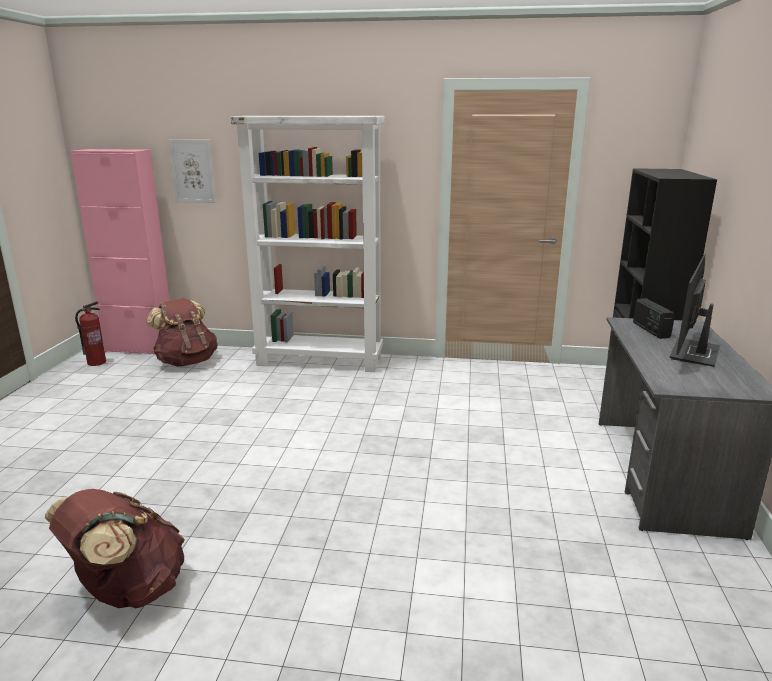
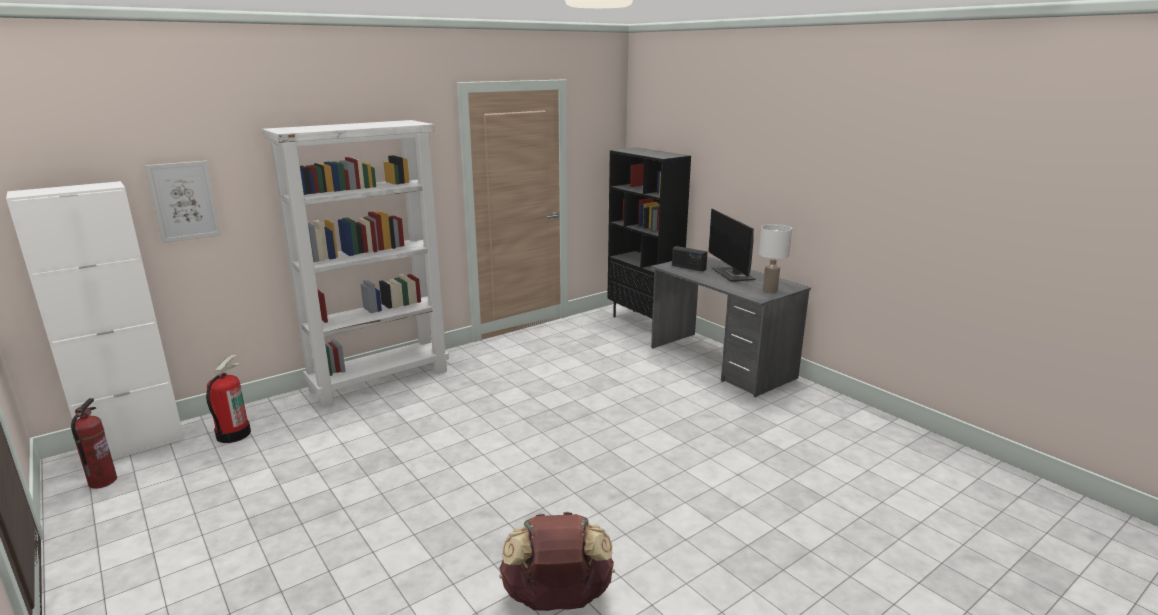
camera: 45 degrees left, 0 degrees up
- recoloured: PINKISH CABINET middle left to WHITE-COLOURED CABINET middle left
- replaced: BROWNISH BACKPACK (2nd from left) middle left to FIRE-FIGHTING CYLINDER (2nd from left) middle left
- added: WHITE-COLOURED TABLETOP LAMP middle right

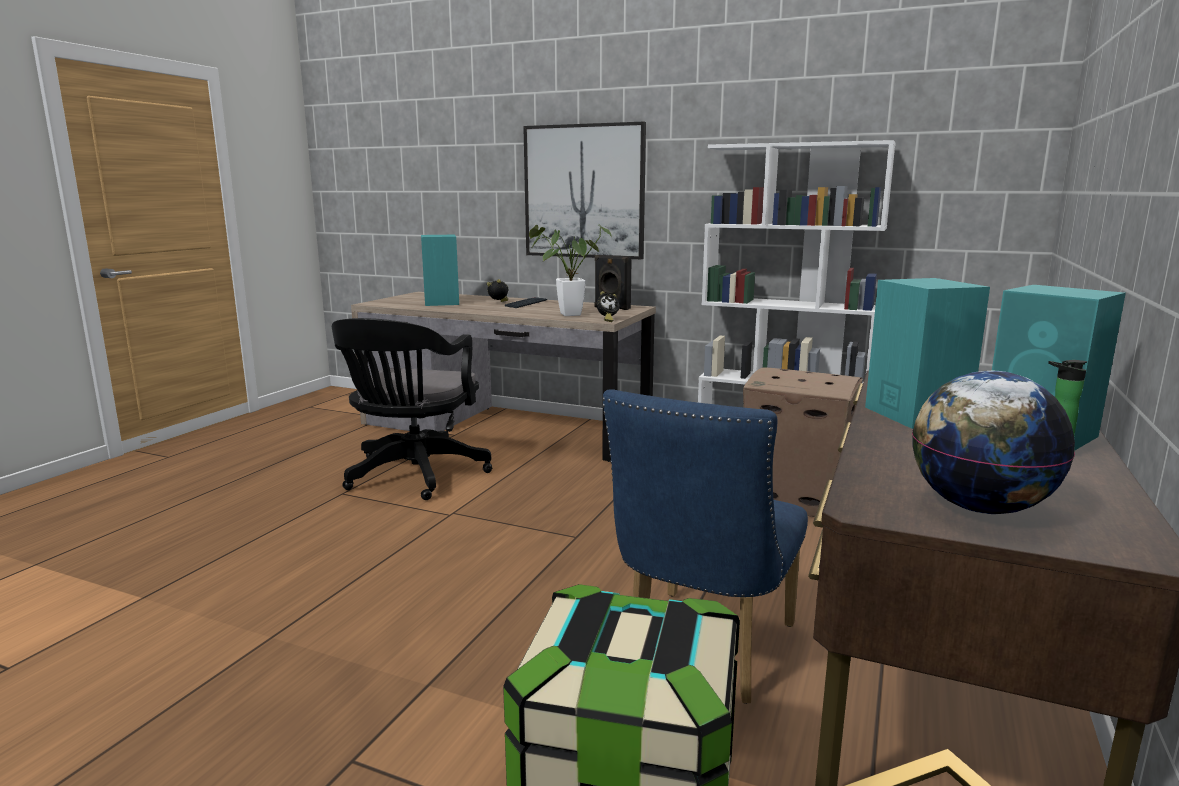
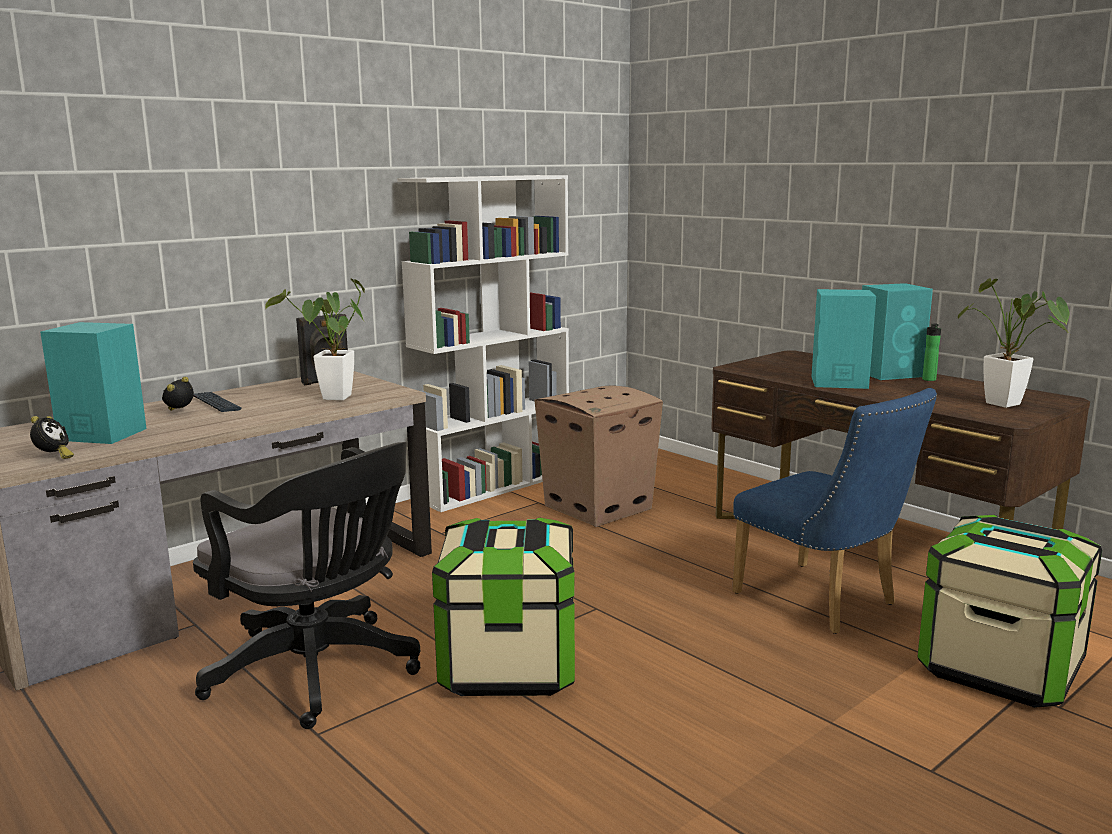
camera: 65 degrees left, 0 degrees up
- moved: ALARM CLOCK (2nd from left in the first image) centre to ALARM CLOCK (1st from left) middle left
- added: STORAGE BOX (1st from left) bottom centre
- replaced: DESK GLOBE middle right to PLANT IN A POT (2nd from left) middle right
- removed: WALL ART top centre

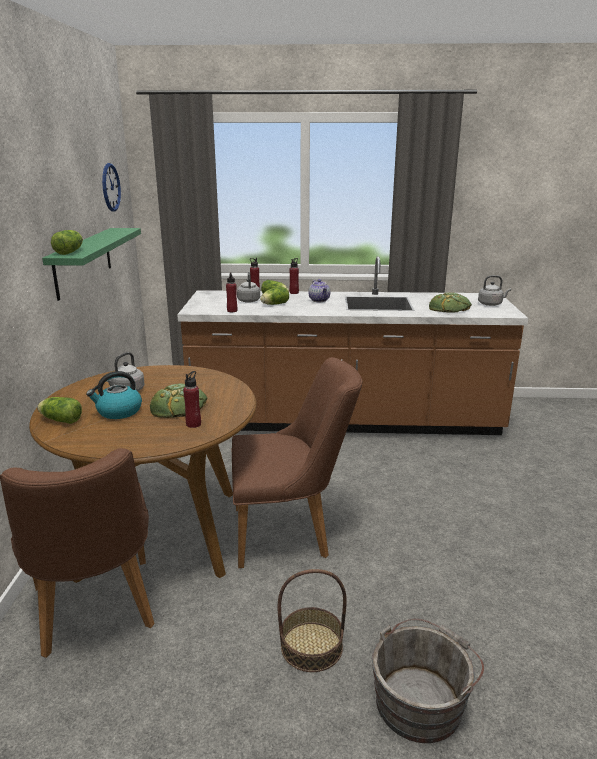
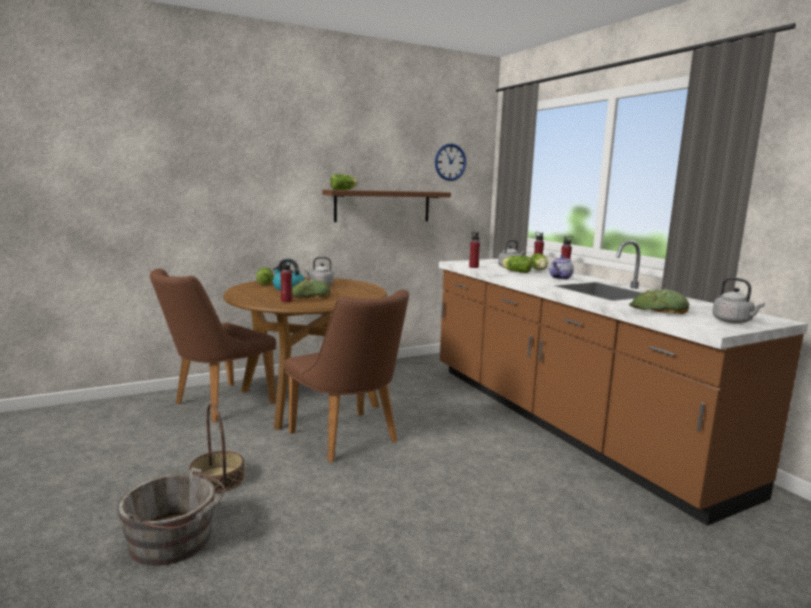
camera: 60 degrees right, 10 degrees down
- recoloured: GREEN WALL SHELF middle left to BROWNISH WALL SHELF centre

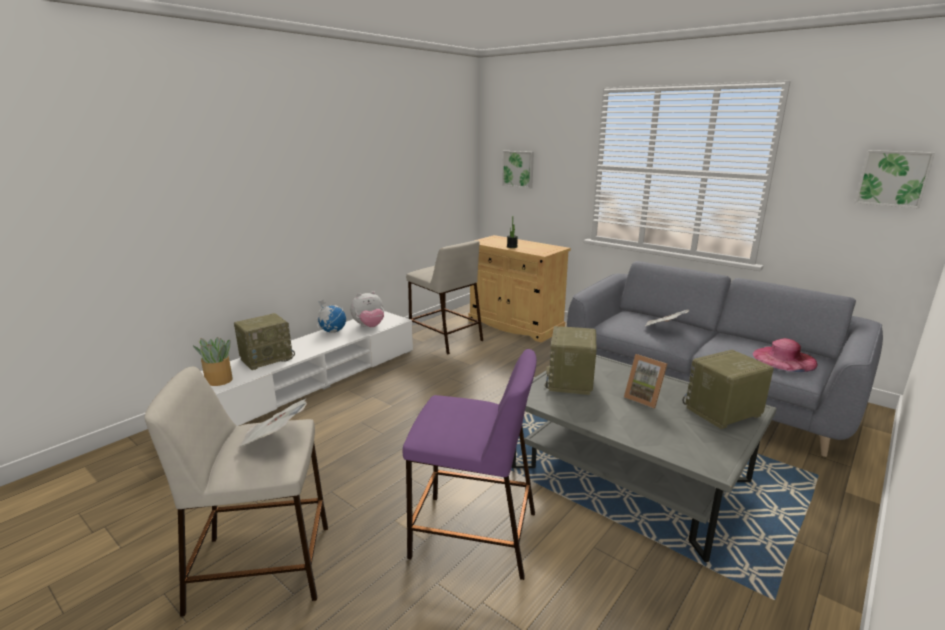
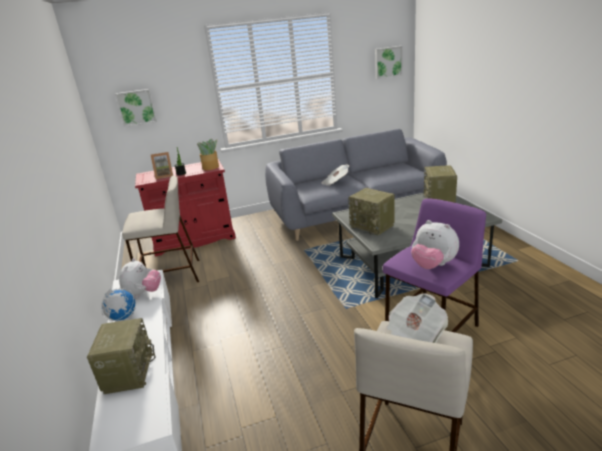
camera: 55 degrees left, 5 degrees up
- recoloured: BEIGE-COLOURED CABINET centre to RED-COLOURED CABINET middle left
- moved: PICTURE FRAME middle right to middle left
- moved: PLANT IN A POT (1st from left in the first image) middle left to PLANT IN A POT (2nd from left) centre
- added: PLUSH TOY (2nd from left) middle right
- removed: PINKISH HAT middle right

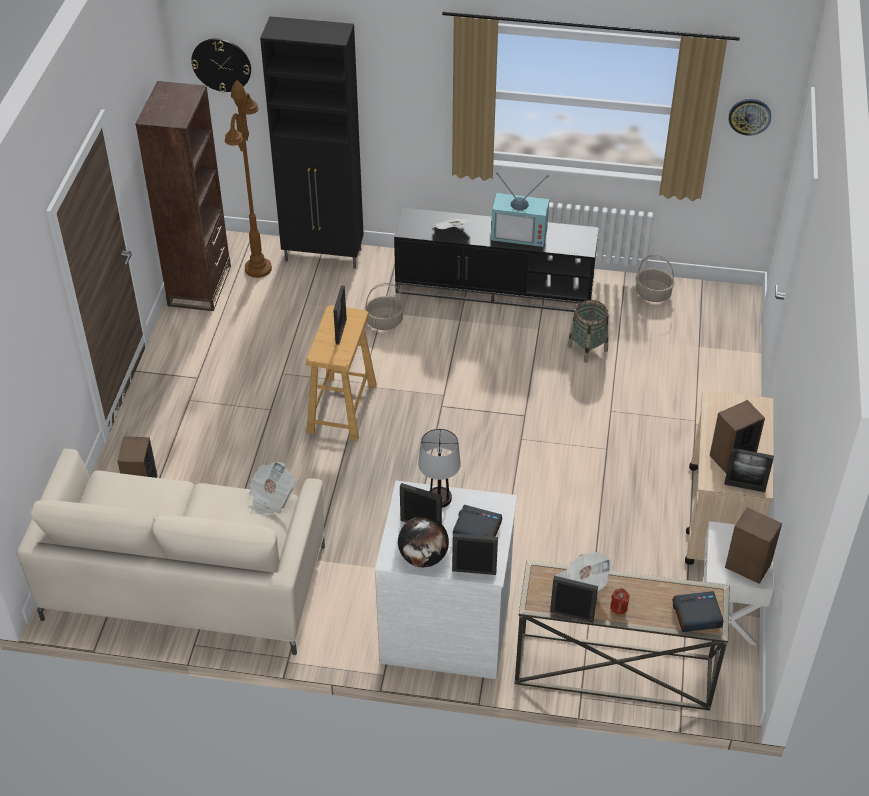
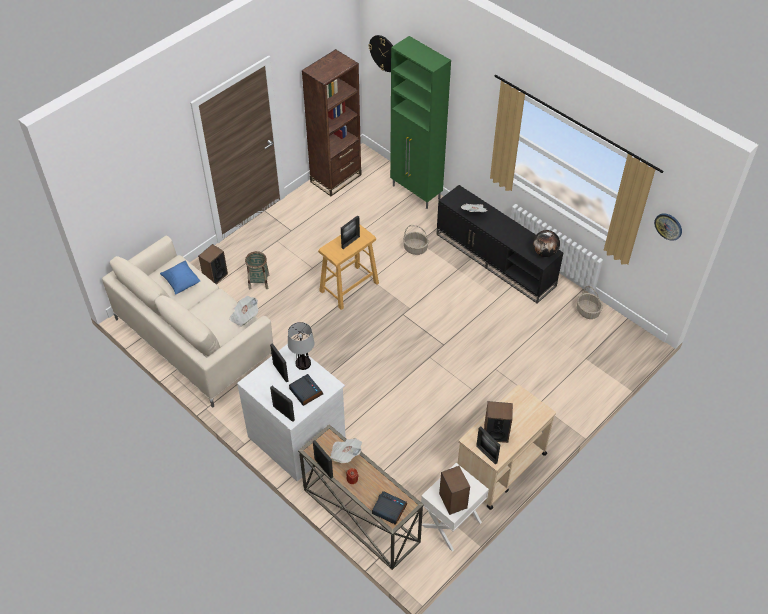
camera: 35 degrees right, 5 degrees up
- added: BLUE-COLOURED CUSHION middle left
- moved: HOUSEHOLD BASKET (2nd from left in the first image) middle right to HOUSEHOLD BASKET (1st from left) centre
- recoloured: BLACKISH CABINET top centre to GREEN CABINET top centre
- moved: DESK GLOBE bottom centre to middle right
- removed: BROWNISH FLOOR LAMP top left
- removed: TELEVISION top centre

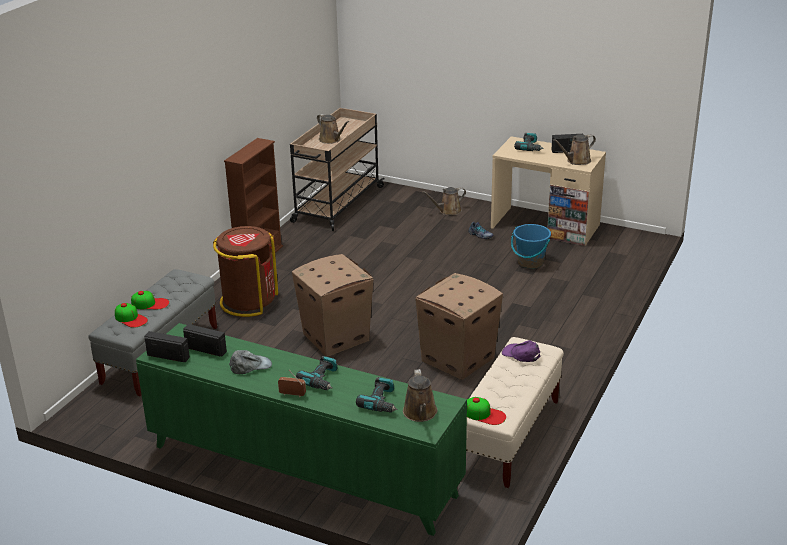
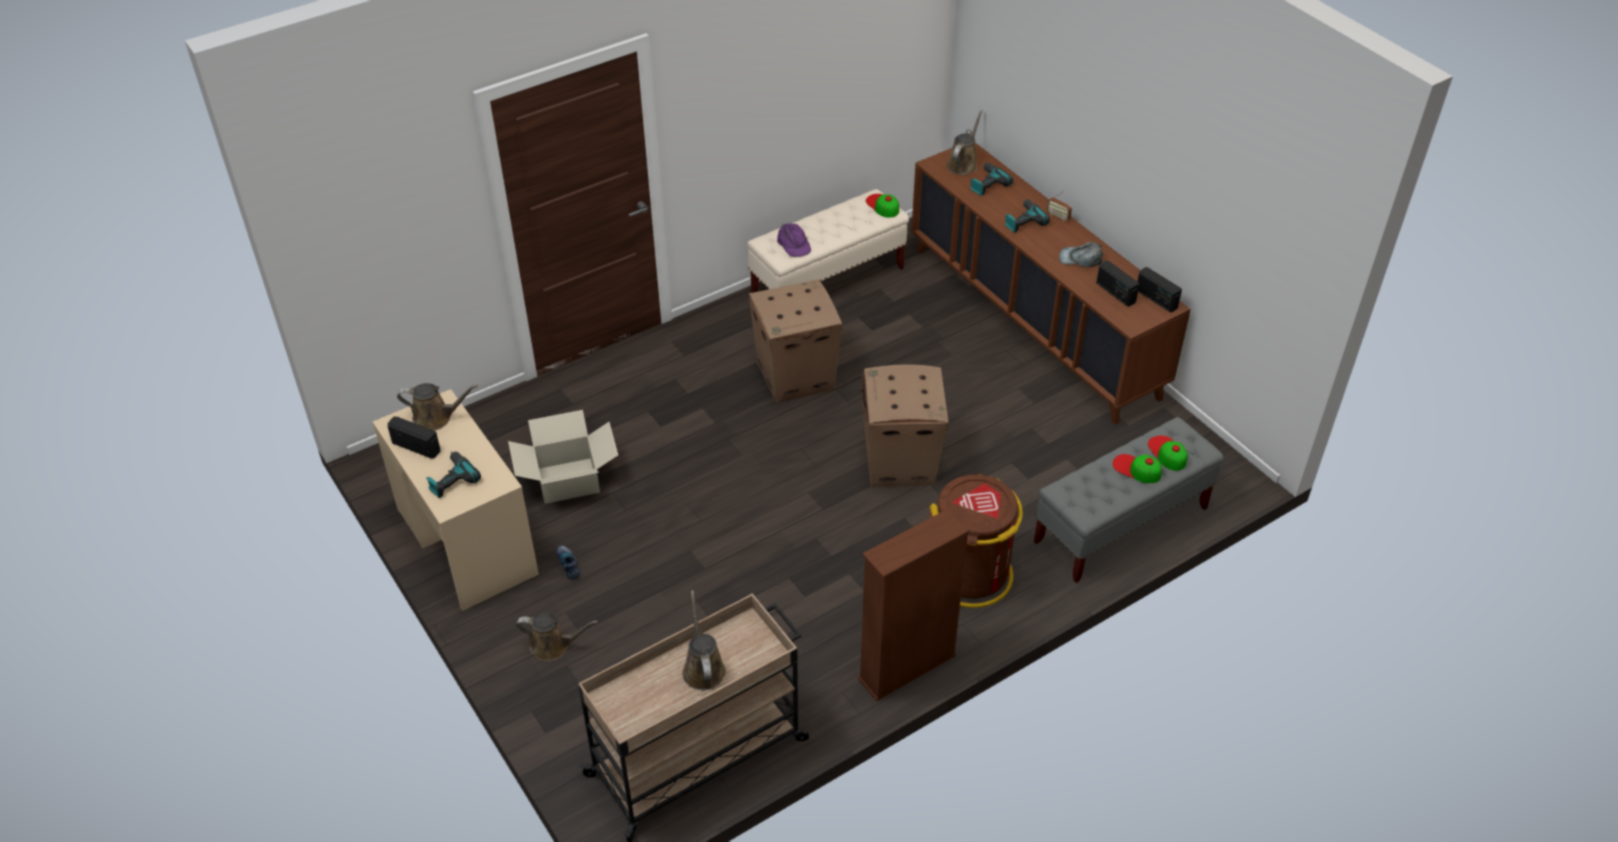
camera: 150 degrees left, 15 degrees up
- replaced: BLUE-COLOURED WATER BUCKET middle right to CARDBOARD BOX (1st from left) centre
- recoloured: GREEN CABINET bottom centre to BROWNISH CABINET centre

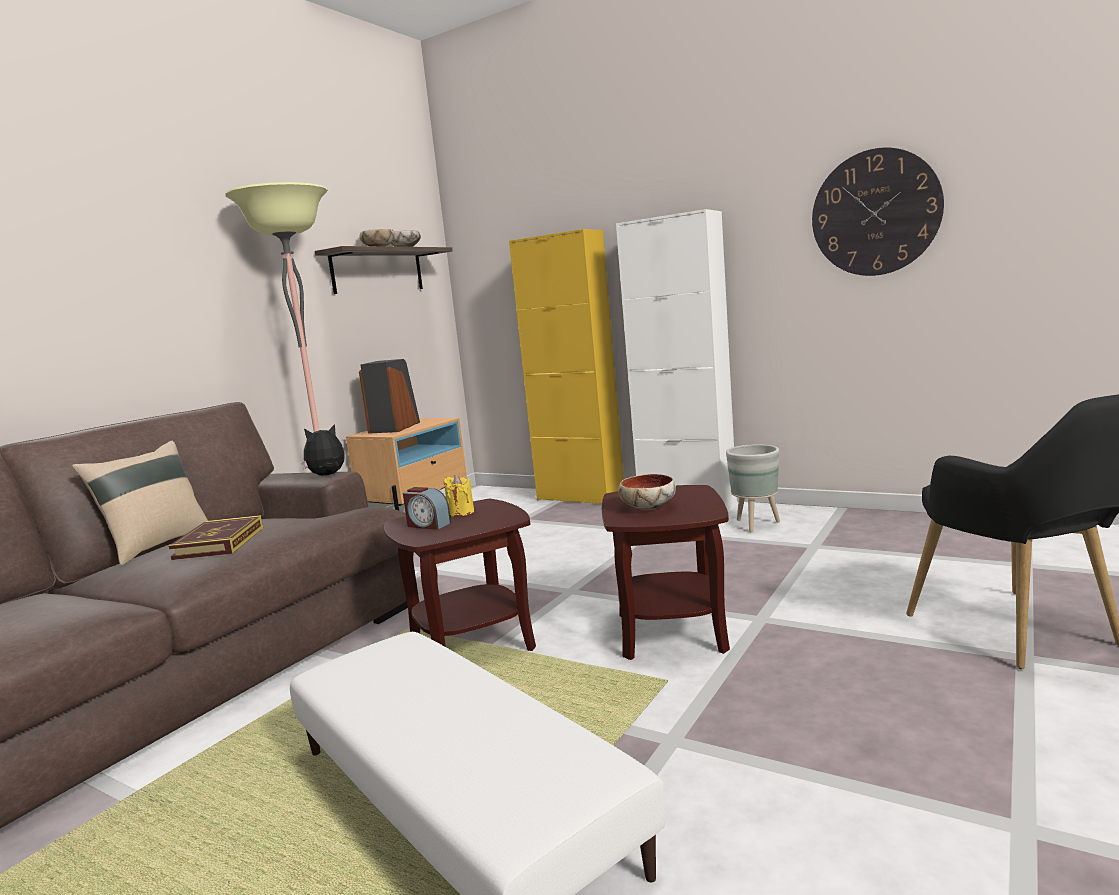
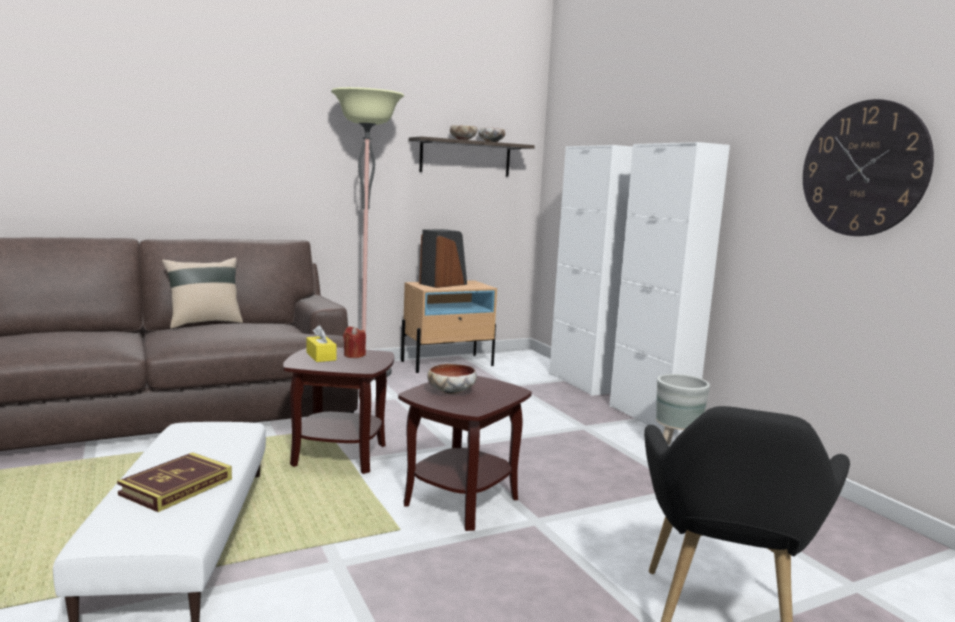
camera: 30 degrees right, 0 degrees up
- moved: BOUND BOOK middle left to bottom left
- replaced: ALARM CLOCK centre to YELLOW TISSUE HOLDER centre
- recoloured: YELLOW WAX CANDLE centre to RED-COLOURED WAX CANDLE centre
- recoloured: YELLOW CABINET centre to WHITE-COLOURED CABINET (1st from left) centre
- removed: PLUSH TOY middle left

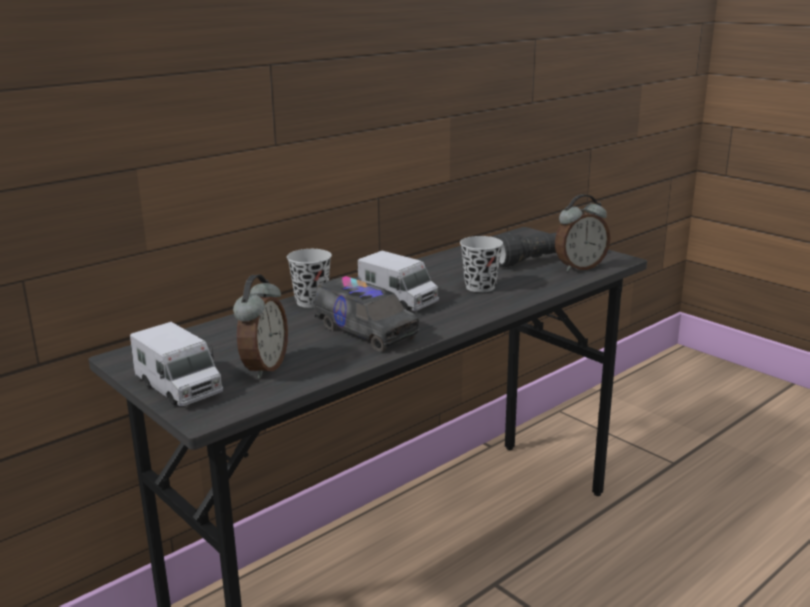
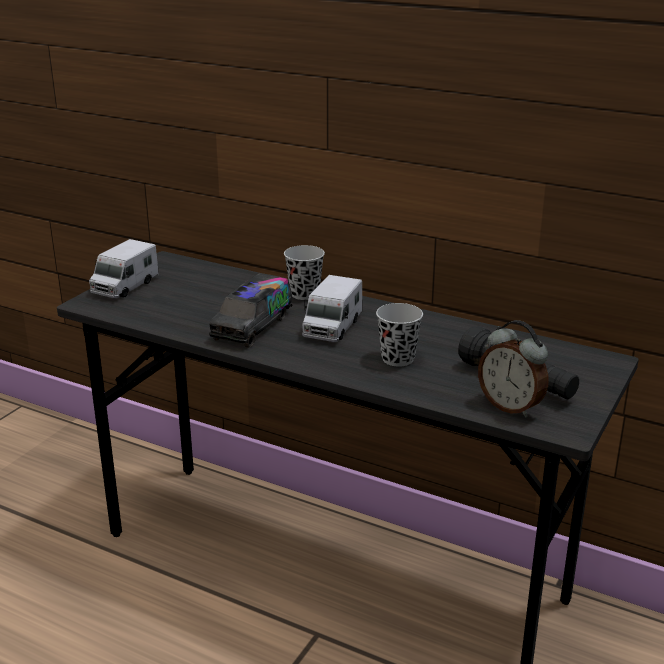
camera: 70 degrees right, 5 degrees up
- removed: ALARM CLOCK (1st from left) middle left

